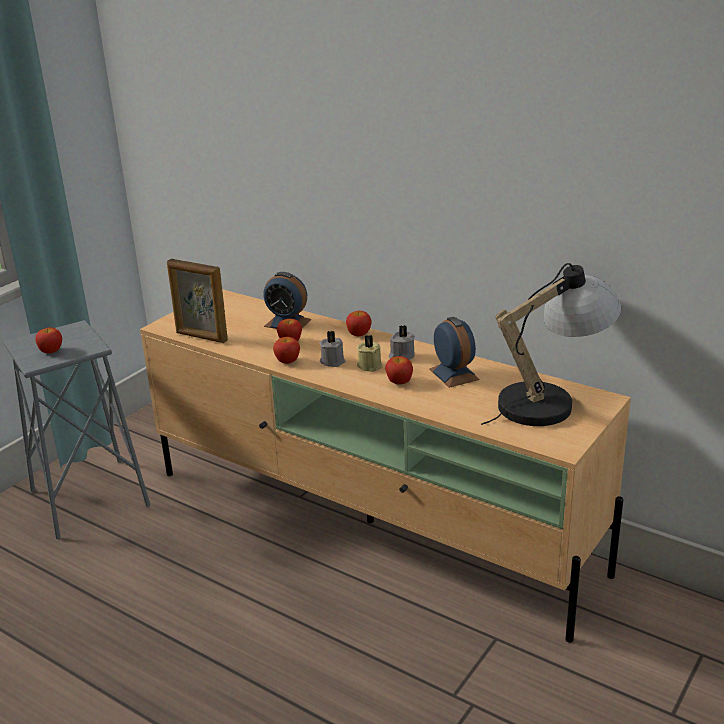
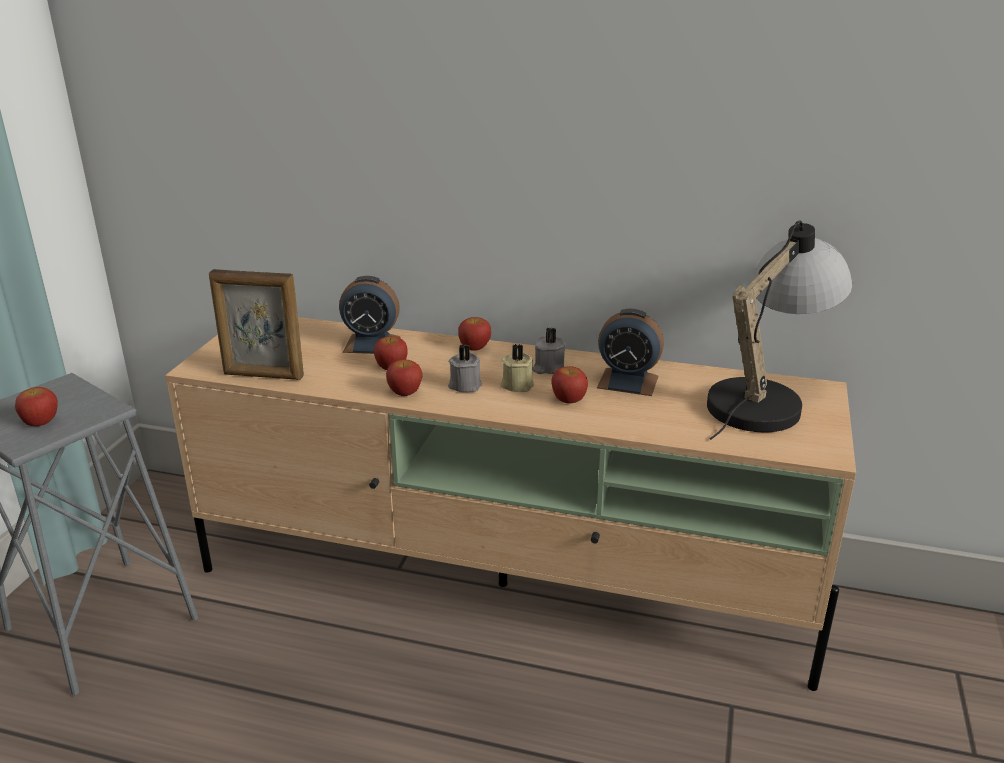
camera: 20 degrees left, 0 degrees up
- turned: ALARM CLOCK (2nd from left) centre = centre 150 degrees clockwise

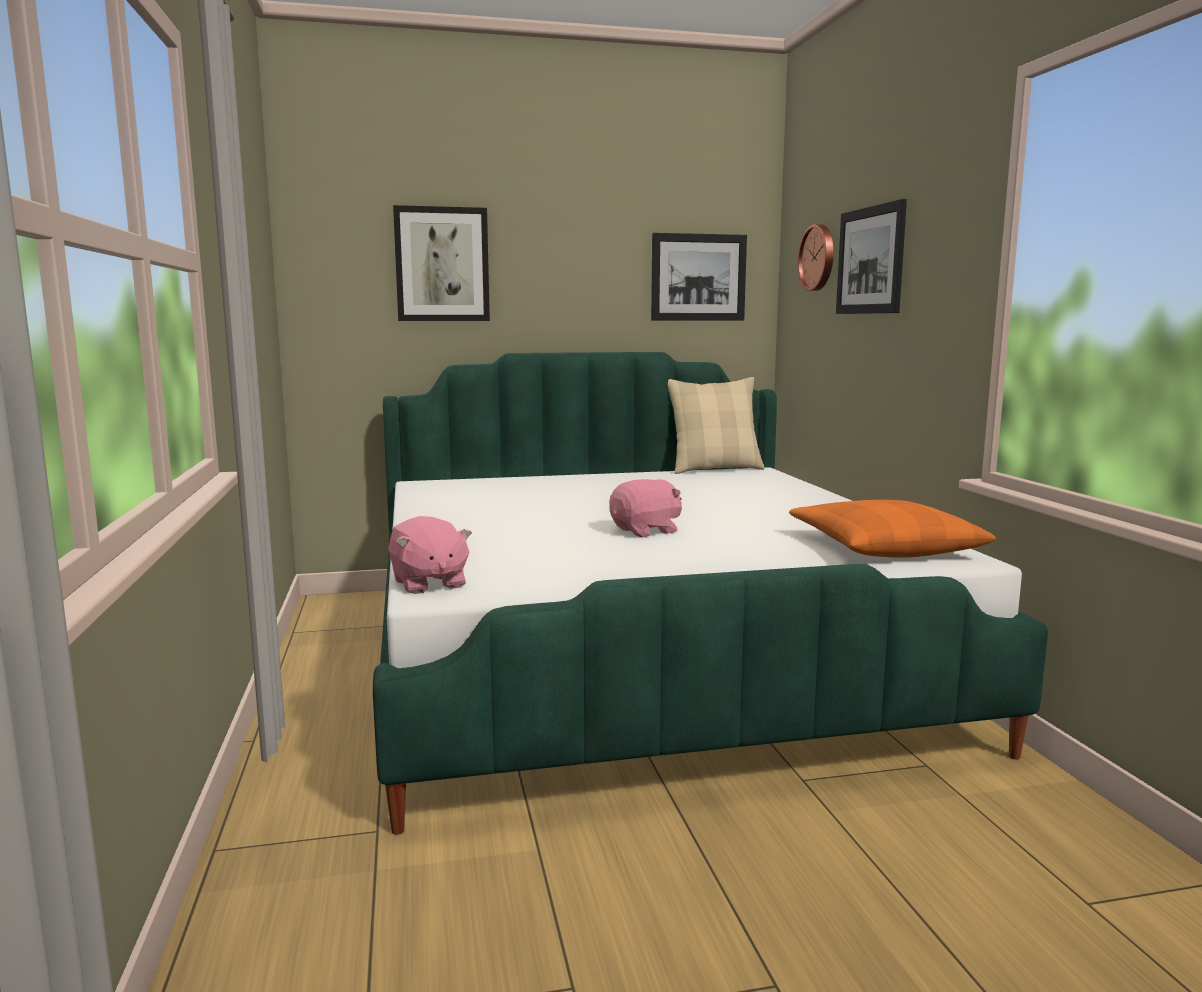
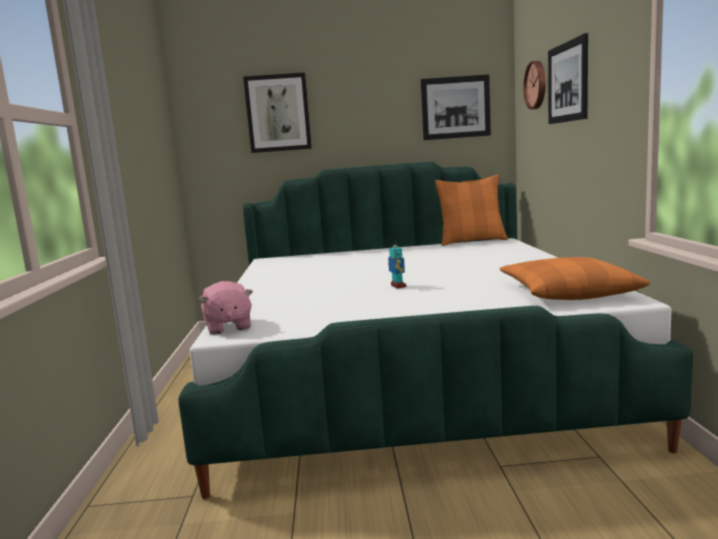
camera: 10 degrees right, 0 degrees up
- replaced: PINKISH PLUSH TOY (2nd from left) centre to MODEL ROBOT centre
- recoloured: BEIGE-COLOURED CUSHION centre to ORANGE-COLOURED CUSHION (1st from left) centre

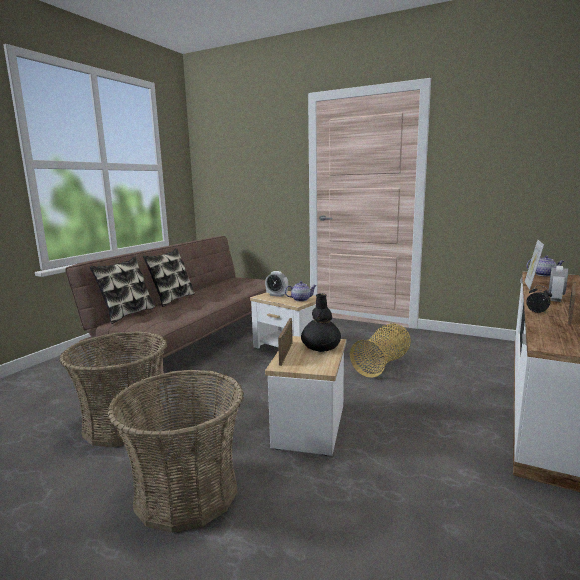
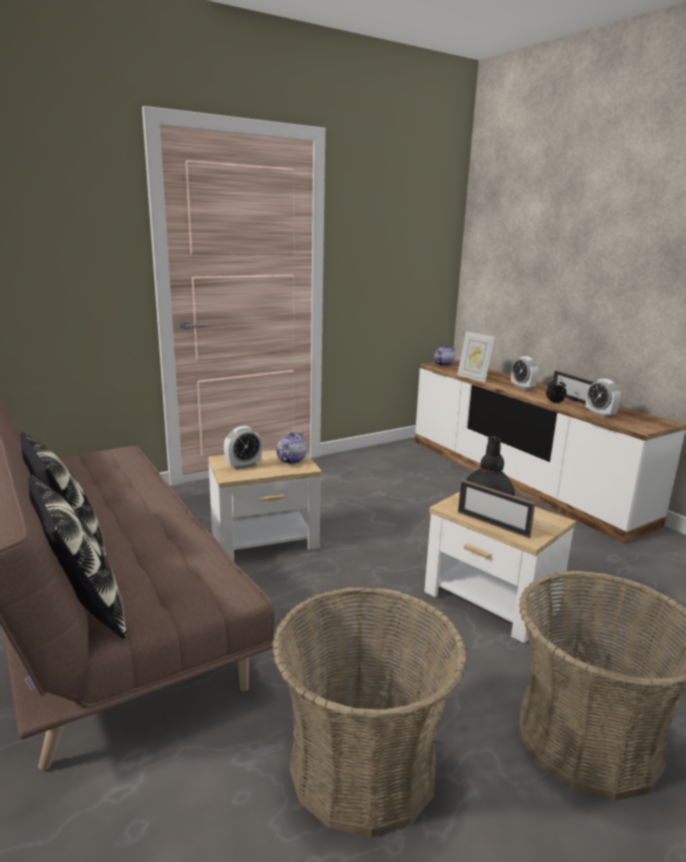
camera: 60 degrees left, 5 degrees up
- added: ALARM CLOCK (4th from left) middle right
- removed: HOUSEHOLD BASKET (3rd from left) centre

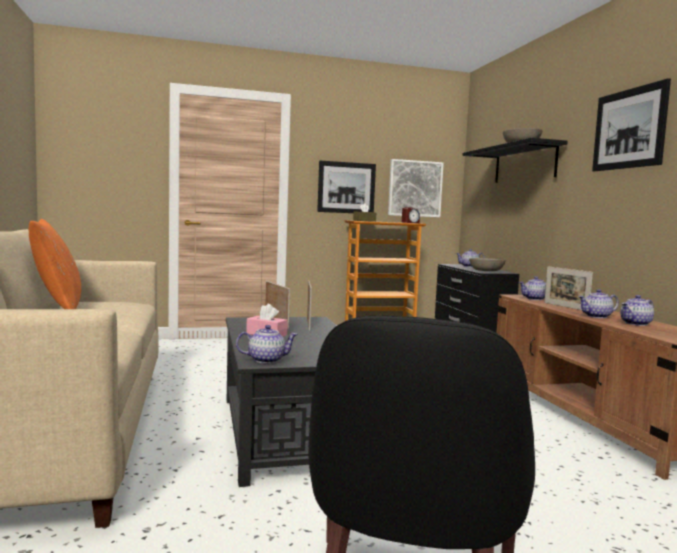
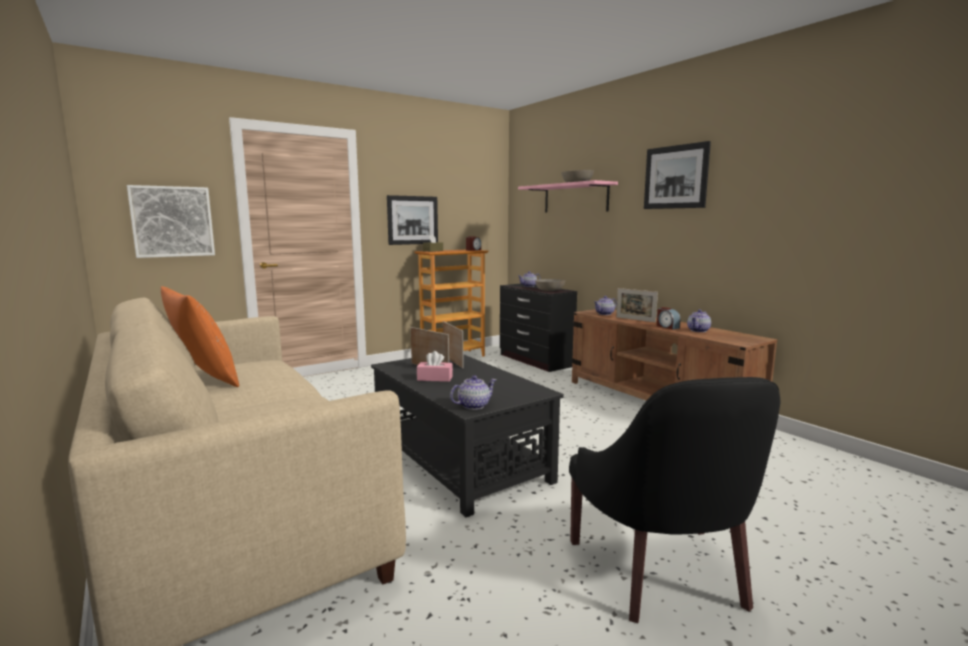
camera: 20 degrees left, 5 degrees up
- moved: WALL ART (2nd from left in the first image) centre to WALL ART (1st from left) middle left
- recoloured: BLACKISH WALL SHELF top right to PINKISH WALL SHELF top centre
- replaced: TEA POT (4th from left) middle right to ALARM CLOCK (2nd from left) middle right

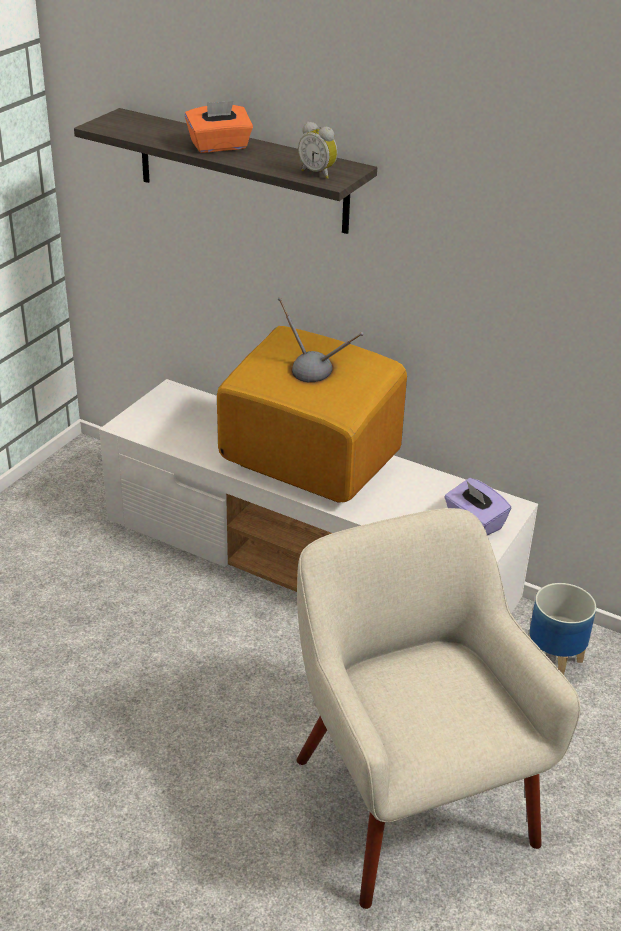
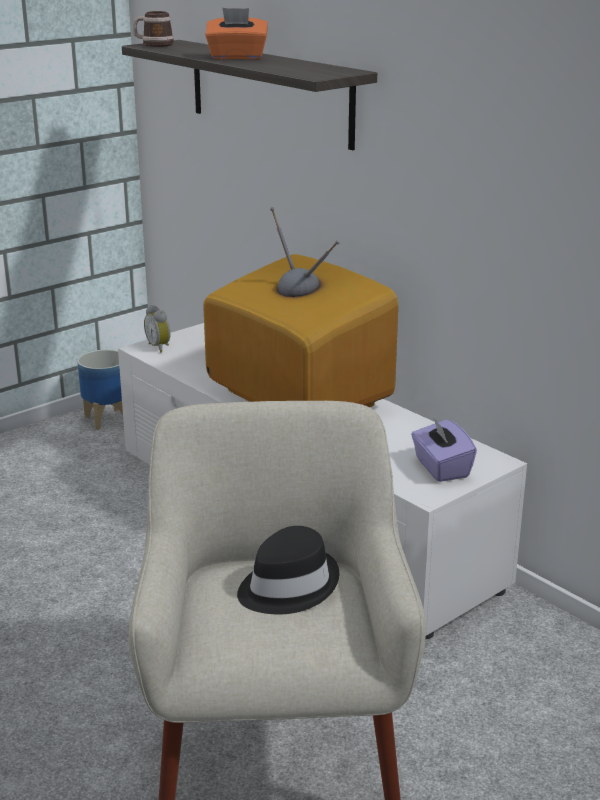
camera: 20 degrees right, 10 degrees down
- moved: FLOWER POT bottom right to middle left
- added: MUG top left
- moved: ALARM CLOCK top centre to middle left
- added: BLACKISH HAT bottom centre

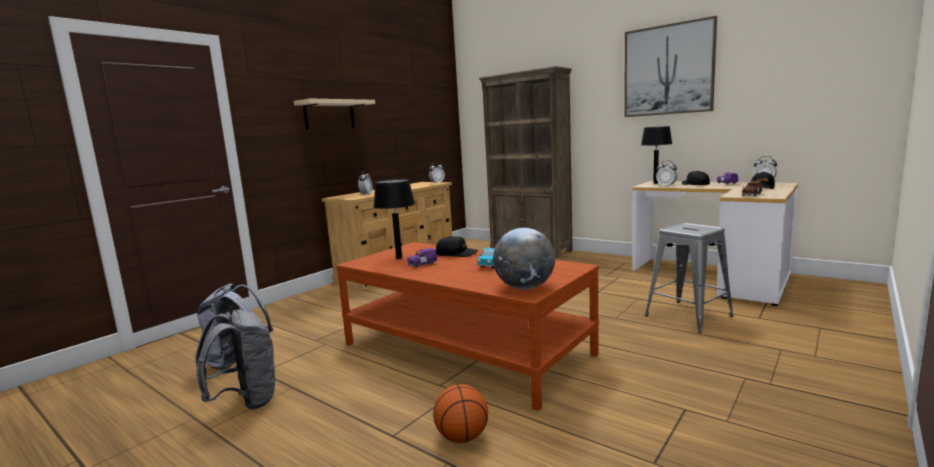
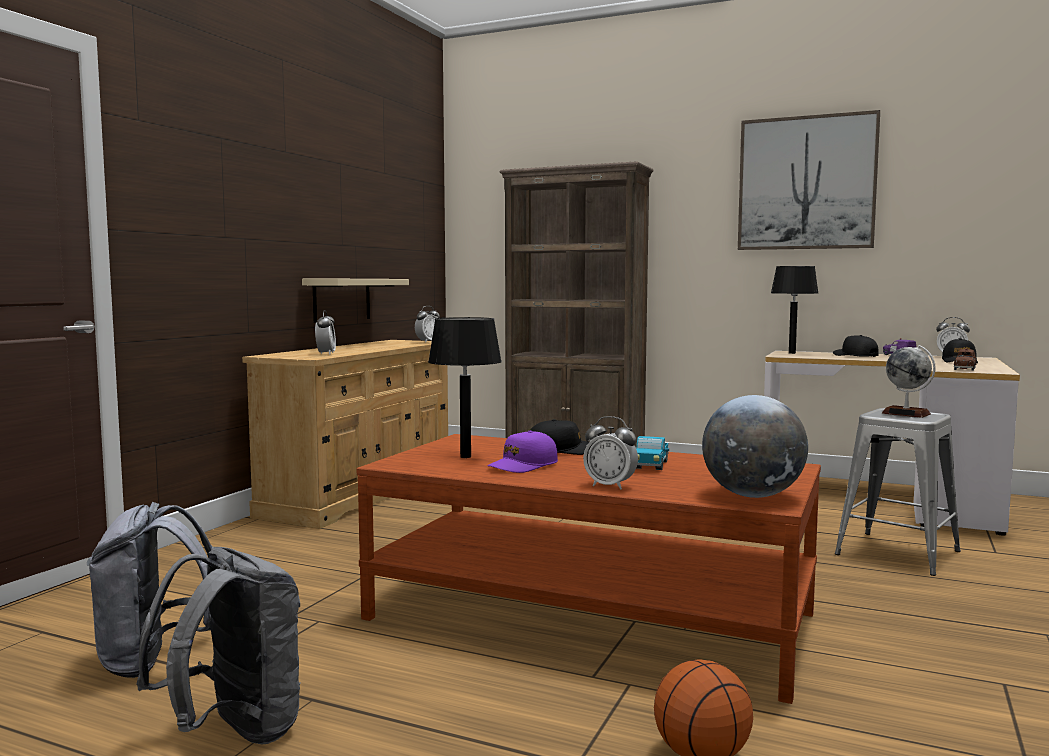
camera: 15 degrees left, 5 degrees down
- moved: BEIGE-COLOURED WALL SHELF top centre to centre
- replaced: PURPLISH MODEL CAR (1st from left) centre to PURPLISH CAP centre
- moved: ALARM CLOCK (3rd from left) middle right to centre
- added: DESK GLOBE (2nd from left) middle right

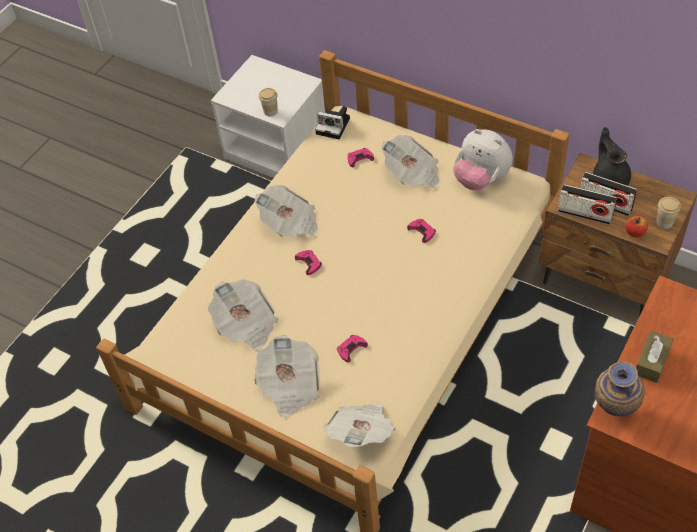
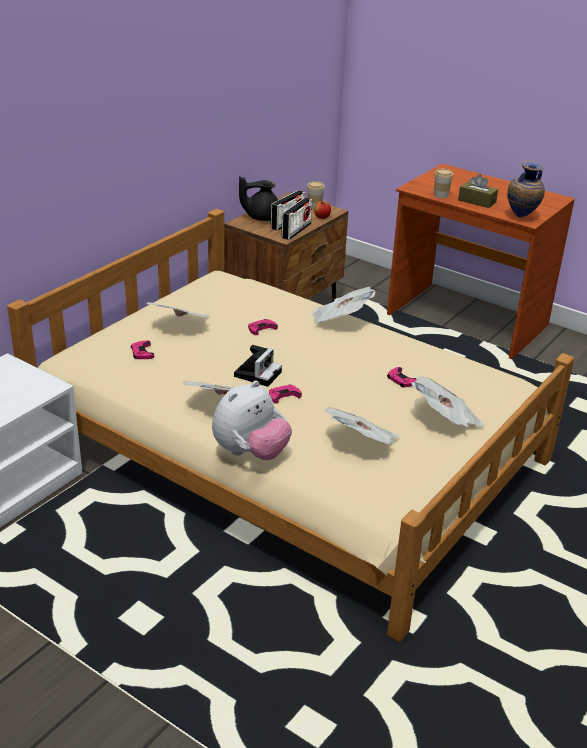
camera: 90 degrees left, 20 degrees down
- moved: PLUSH TOY top right to centre
- moved: STILL CAMERA top centre to centre
- moved: NEWSPAPER (4th from left in the first image) bottom centre to NEWSPAPER (3rd from left) centre
- moved: SMALL CUP (1st from left in the first image) top centre to SMALL CUP (2nd from left) top right

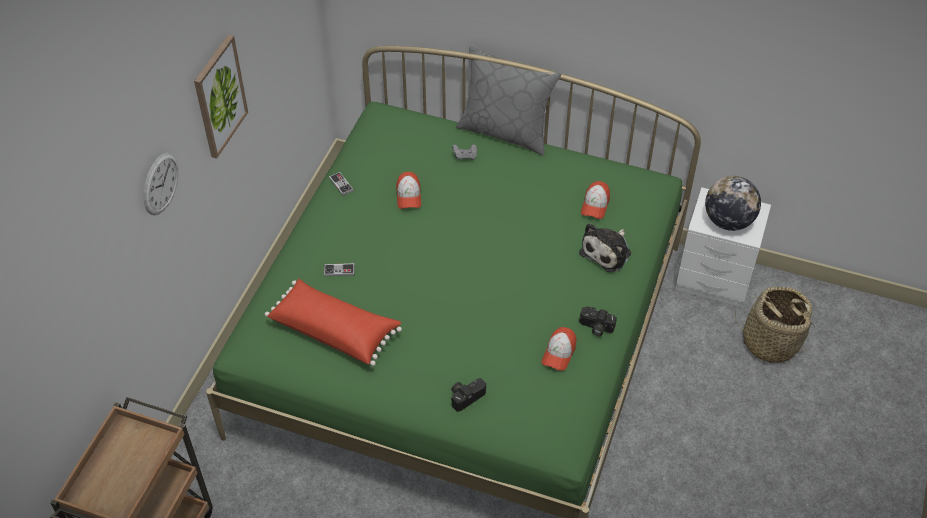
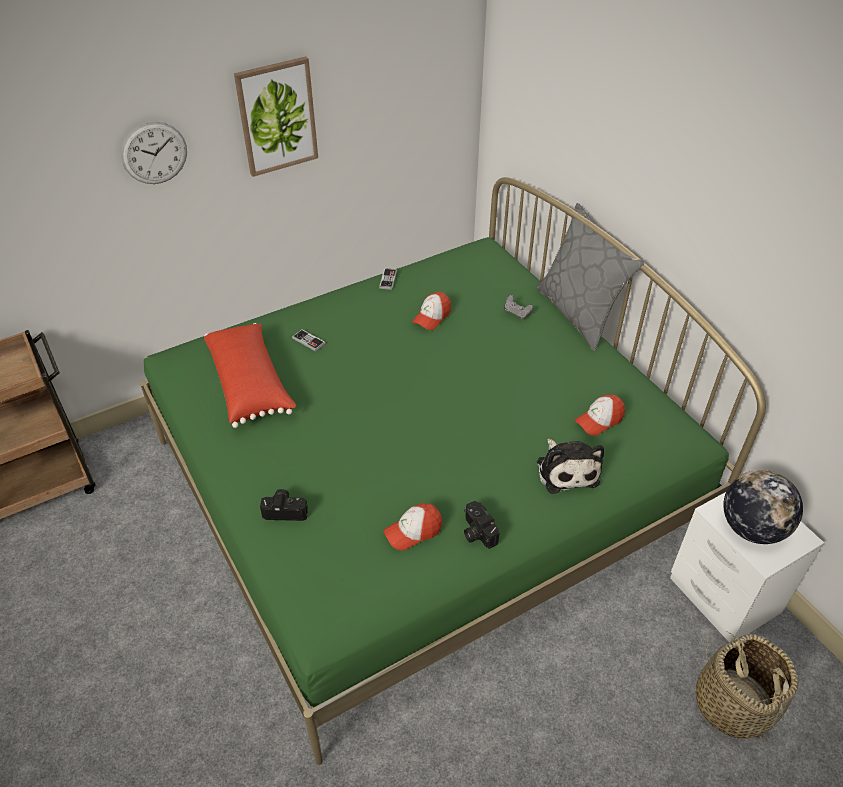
camera: 40 degrees right, 5 degrees down
- turned: PLUSH TOY centre = middle right 90 degrees counterclockwise

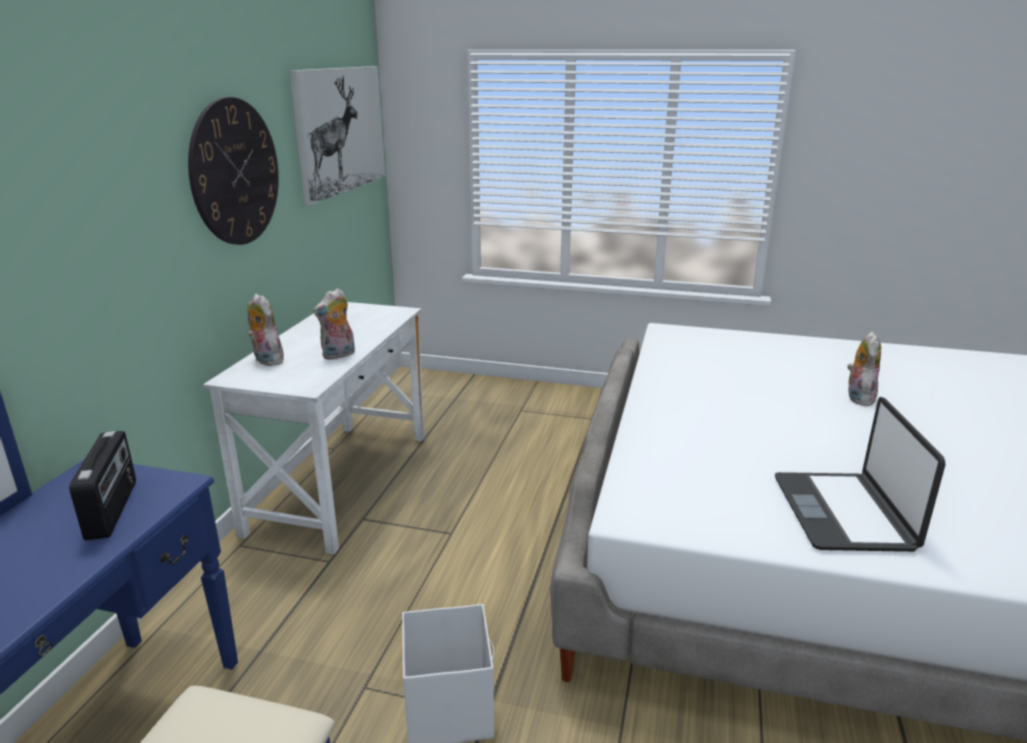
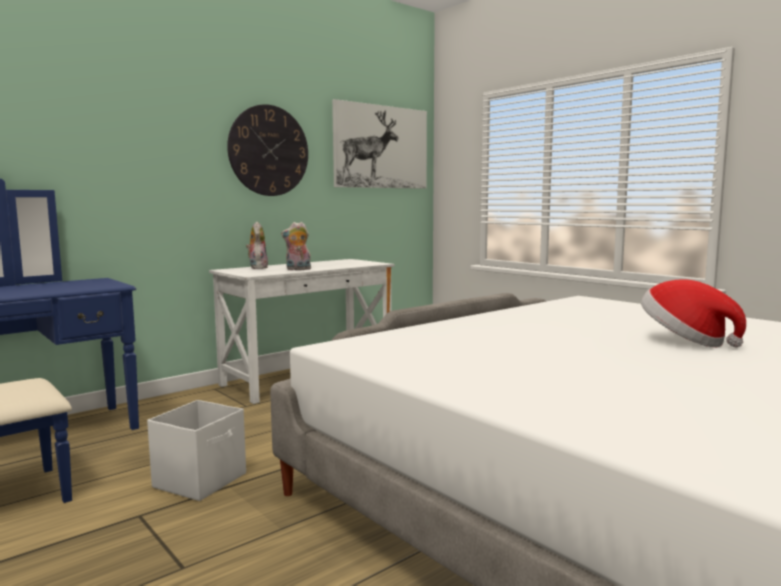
camera: 35 degrees right, 15 degrees down
- replaced: PLUSH TOY (3rd from left) middle right to HAT middle right
- removed: RADIO RECEIVER middle left
- removed: NOTEBOOK COMPUTER middle right

